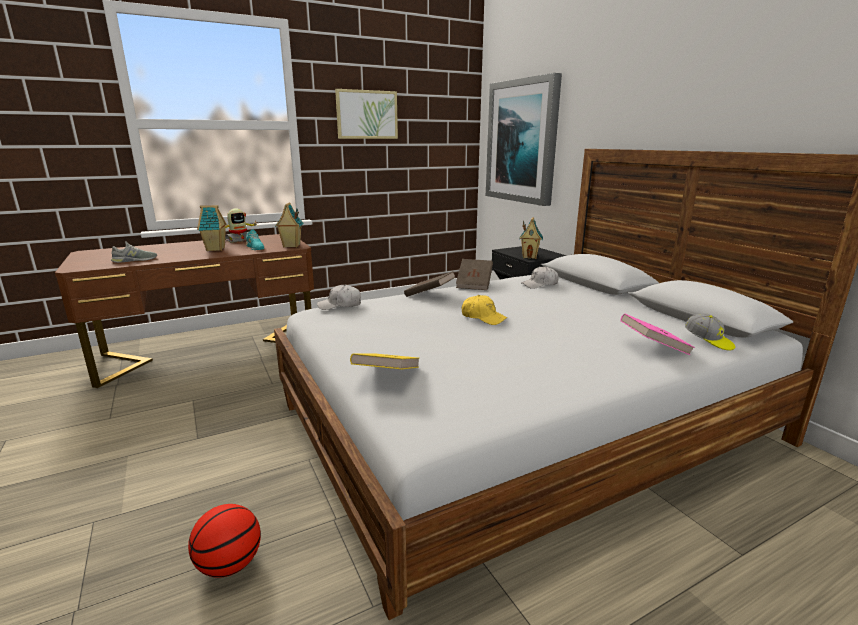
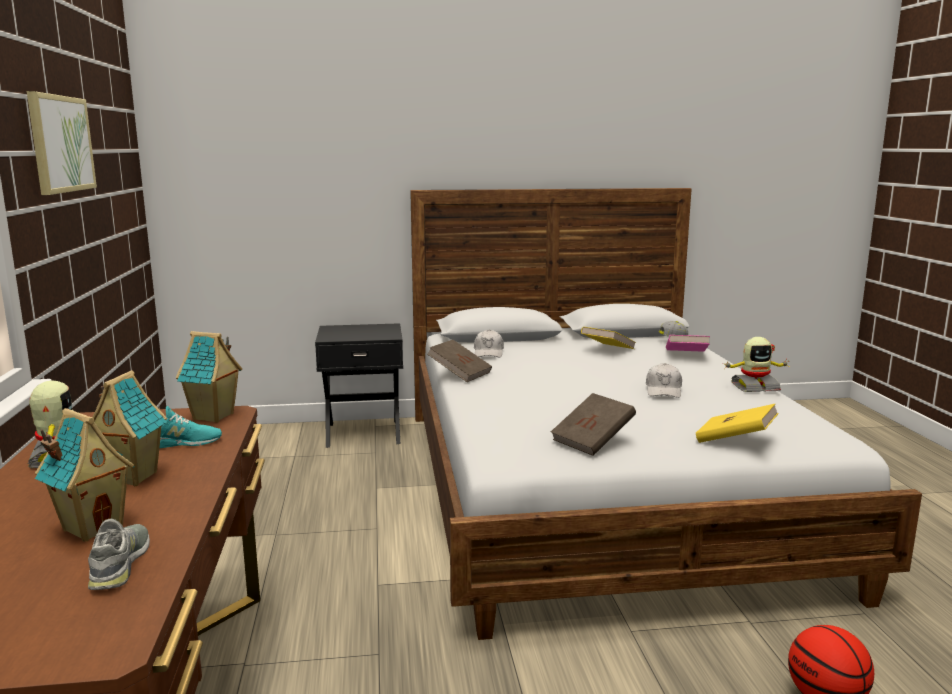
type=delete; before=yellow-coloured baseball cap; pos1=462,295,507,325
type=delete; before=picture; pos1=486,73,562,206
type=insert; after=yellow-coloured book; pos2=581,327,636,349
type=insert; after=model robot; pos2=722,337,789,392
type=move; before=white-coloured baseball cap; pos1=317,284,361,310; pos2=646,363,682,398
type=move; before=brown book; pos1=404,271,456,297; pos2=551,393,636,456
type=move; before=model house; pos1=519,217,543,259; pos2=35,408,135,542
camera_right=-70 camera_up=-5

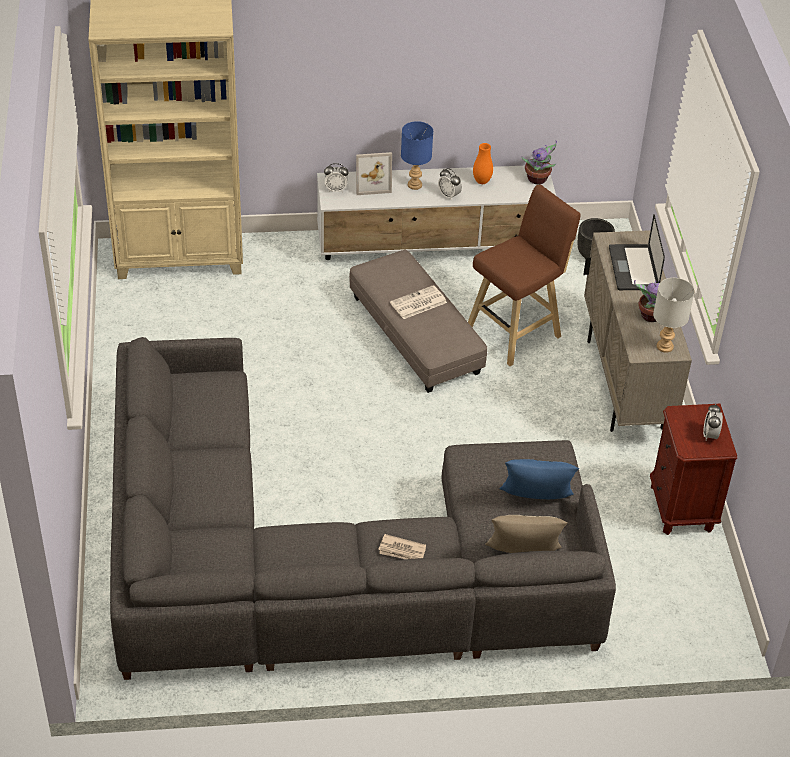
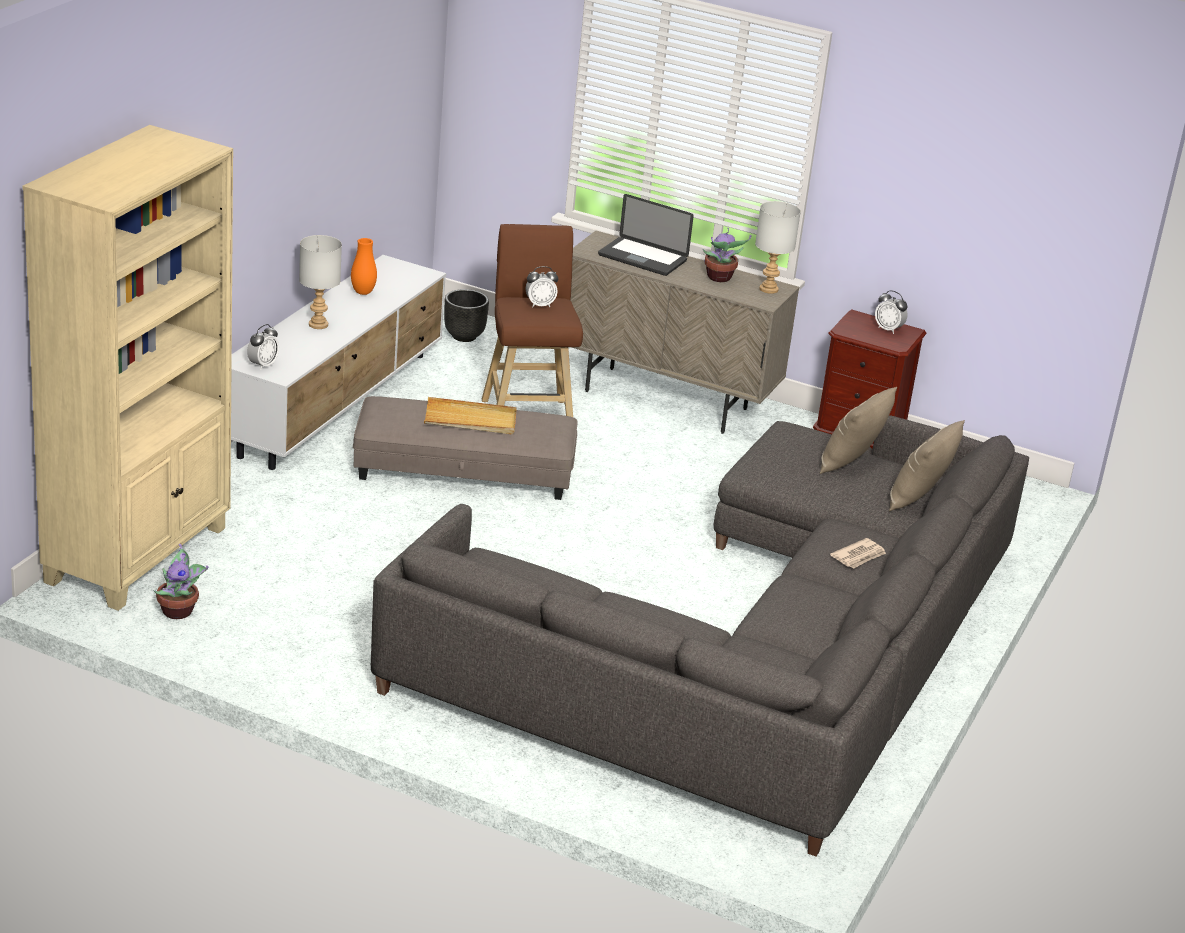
type=delete; before=picture frame; pos1=356,152,392,195
type=move; before=table clock; pos1=438,168,462,201; pos2=525,266,558,308
type=move; before=potted plant; pos1=522,140,557,185; pos2=153,543,208,619
type=replace; before=printed paper; after=sand-coloured tray; pos1=390,285,447,319; pos2=424,397,517,434
type=recolor; before=blue-coloured lamp for a table; after=greyish lamp for a table; pos1=401,121,433,190; pos2=299,235,342,329
type=recolor; before=blue-coloured pillow; after=sand-coloured pillow; pos1=500,459,579,499; pos2=820,387,897,474
camera_right=-60 camera_up=-15

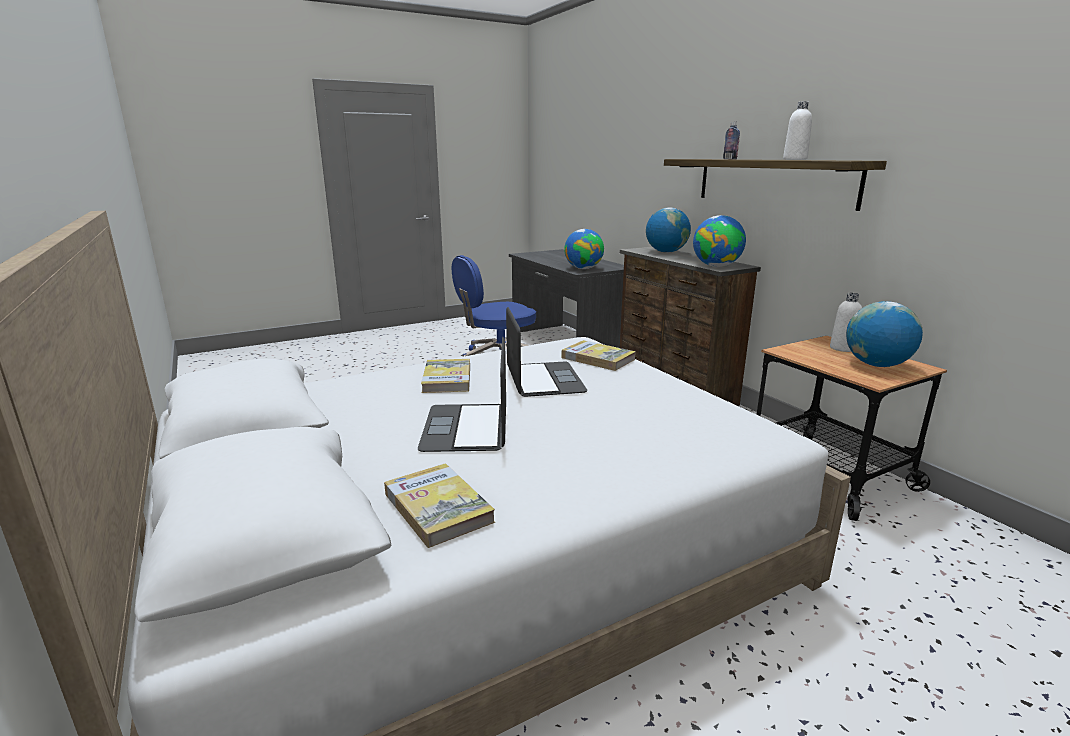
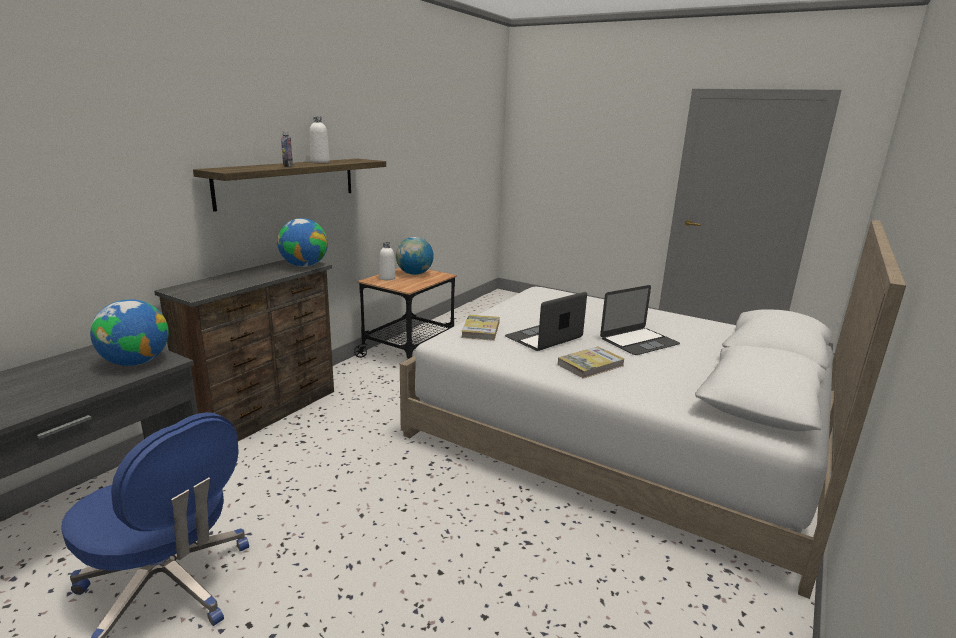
type=delete; before=book; pos1=384,463,495,548
type=delete; before=globe; pos1=646,207,691,253
camera_right=-120 camera_up=0

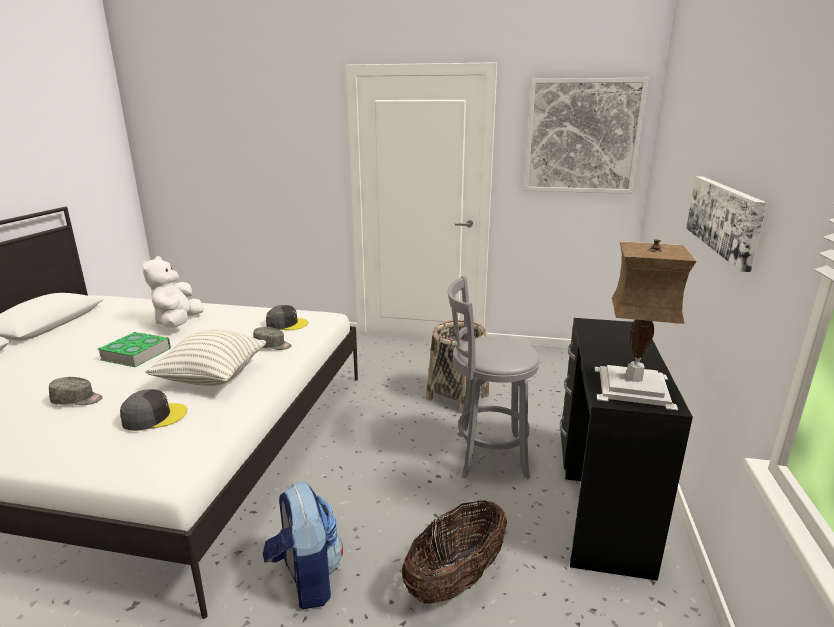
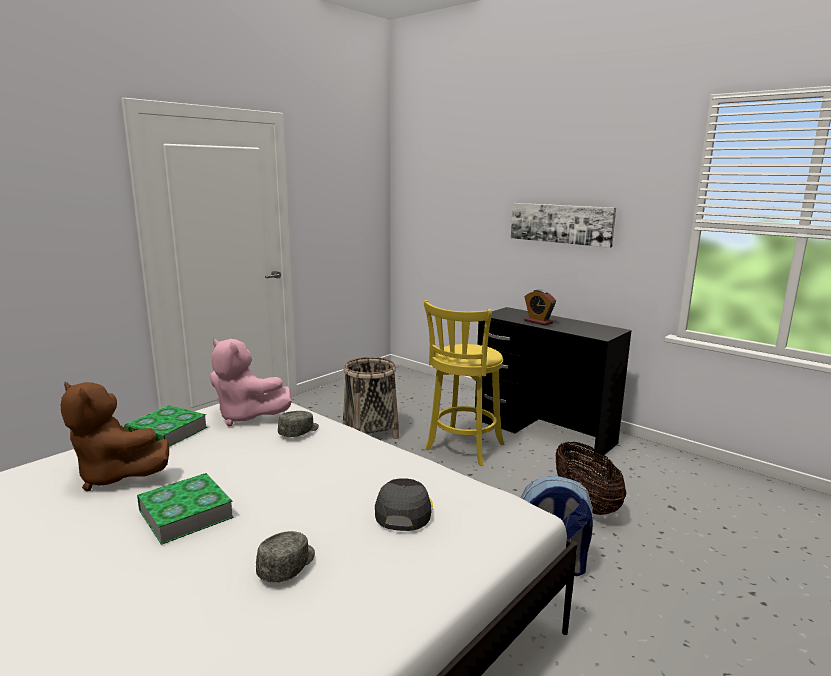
type=delete; before=pillow; pos1=145,329,266,386
type=delete; before=picture; pos1=524,78,648,194
type=delete; before=lamp for a table; pos1=594,239,697,411
type=insert; after=book; pos2=124,405,207,447
type=insert; after=table clock; pos2=524,290,556,325
type=replace; before=greyish baseball cap; after=pinkish cuddly toy; pos1=266,305,309,330; pos2=210,339,292,427
type=recolor; before=white-coloured cuddly toy; after=brown cuddly toy; pos1=142,256,204,328; pos2=61,382,169,491
type=recolor; before=greyish sitting stool; after=yellow-coloured sitting stool; pos1=448,276,540,479; pos2=424,300,504,466
camera_right=-60 camera_up=-5

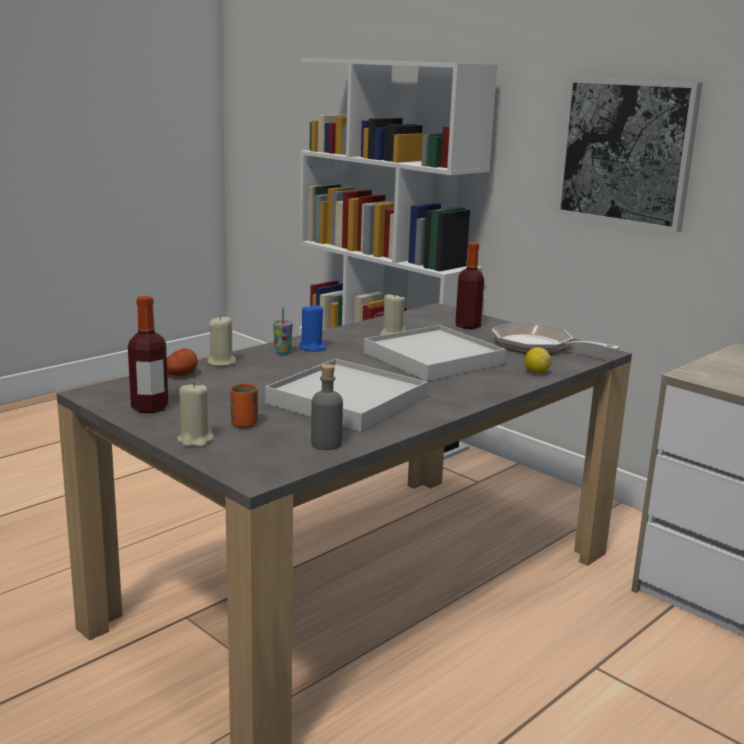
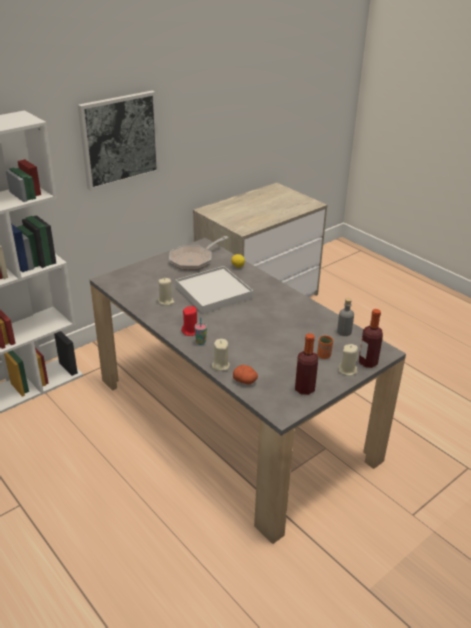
type=delete; before=white-coloured tray; pos1=265,359,427,432
type=move; before=drink bottle; pos1=455,242,484,329; pos2=359,309,383,368
type=recolor; before=blue-coloured wax light; after=reddish wax light; pos1=299,303,327,352; pos2=182,306,197,336
camera_right=-85 camera_up=15

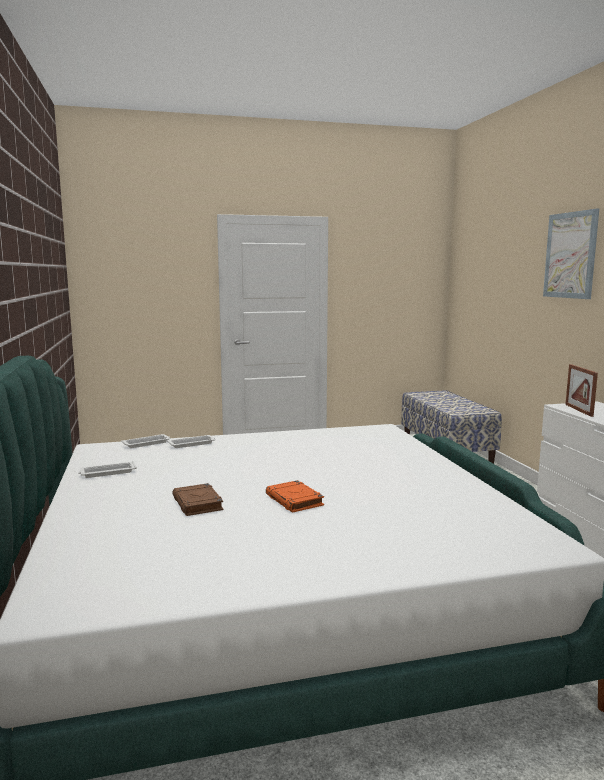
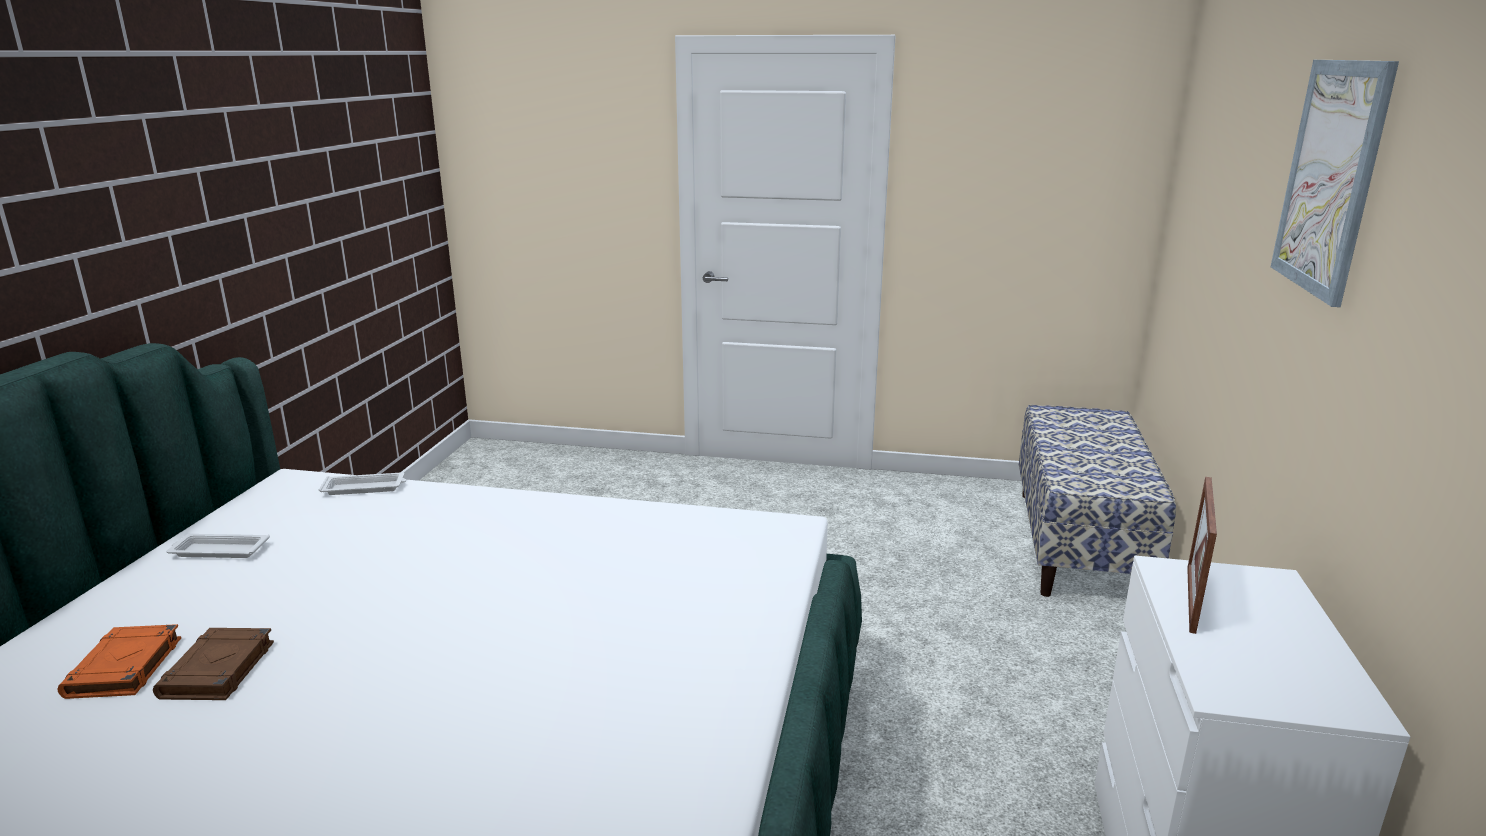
type=delete; before=white-coloured tray; pos1=167,435,216,448
type=move; before=orange book; pos1=266,480,324,513; pos2=58,624,181,699
camera_right=25 camera_up=10

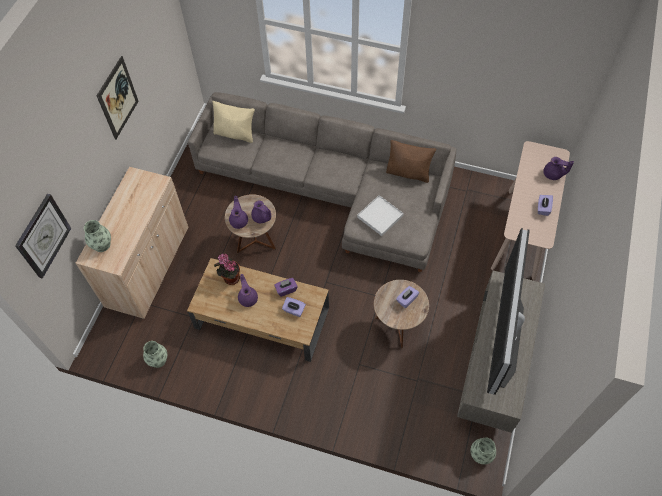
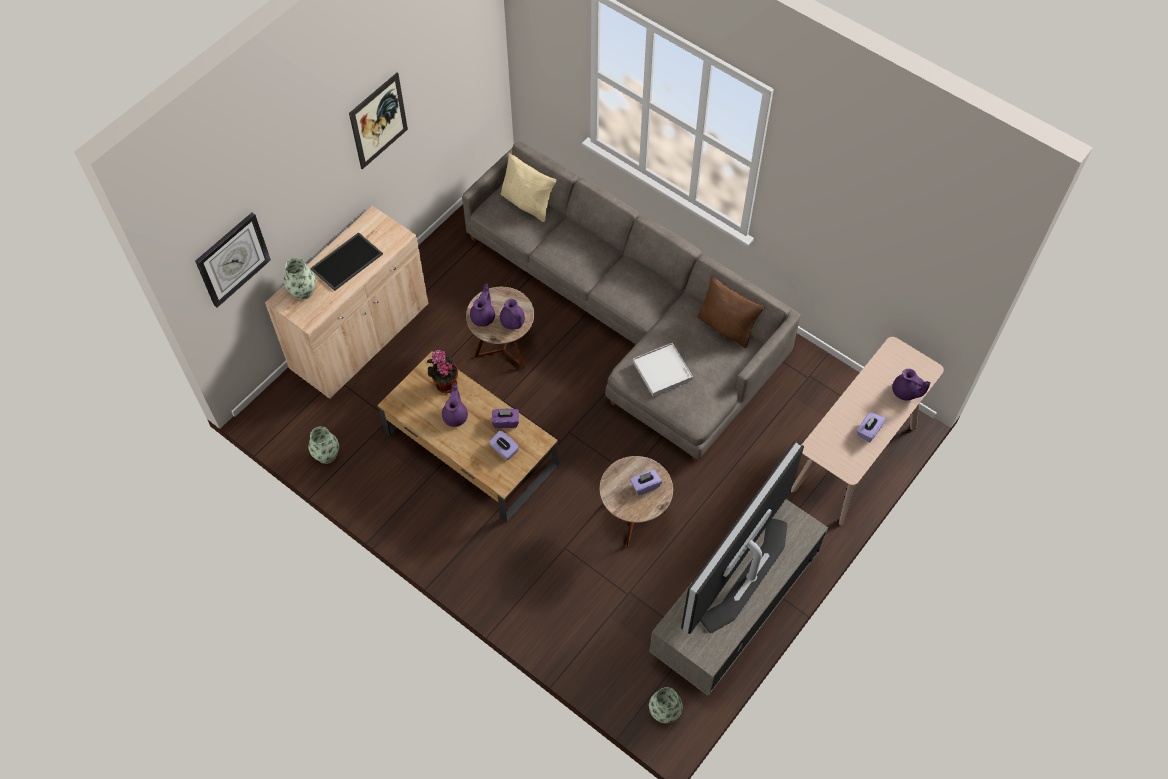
type=insert; after=tray; pos2=310,232,383,291
camera_right=20 camera_up=0

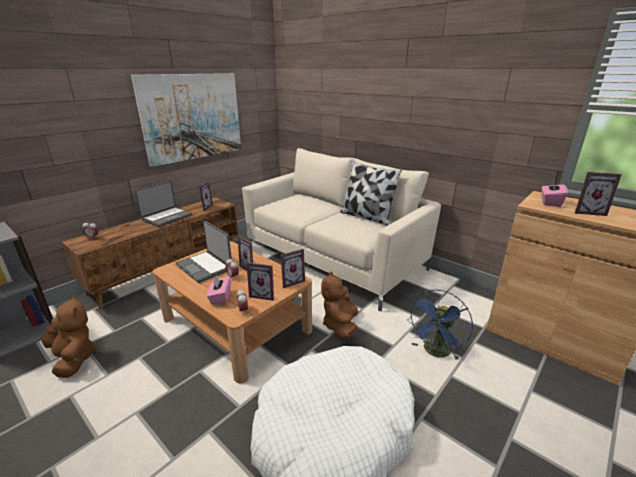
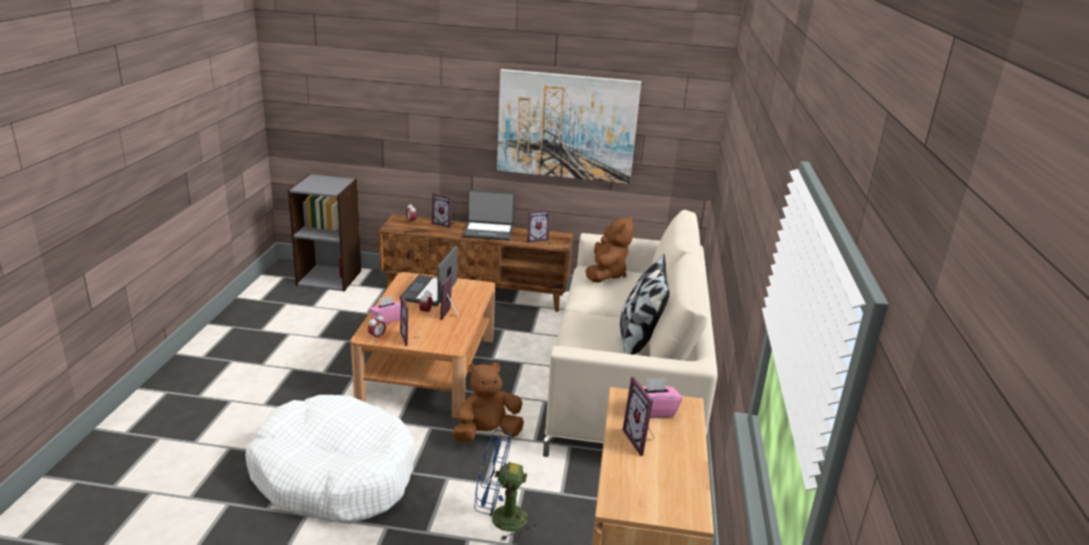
type=move; before=brown cuddly toy; pos1=41,296,96,378; pos2=586,216,634,282
type=move; before=picture frame; pos1=281,249,305,288; pos2=432,193,451,228
camera_right=55 camera_up=0

